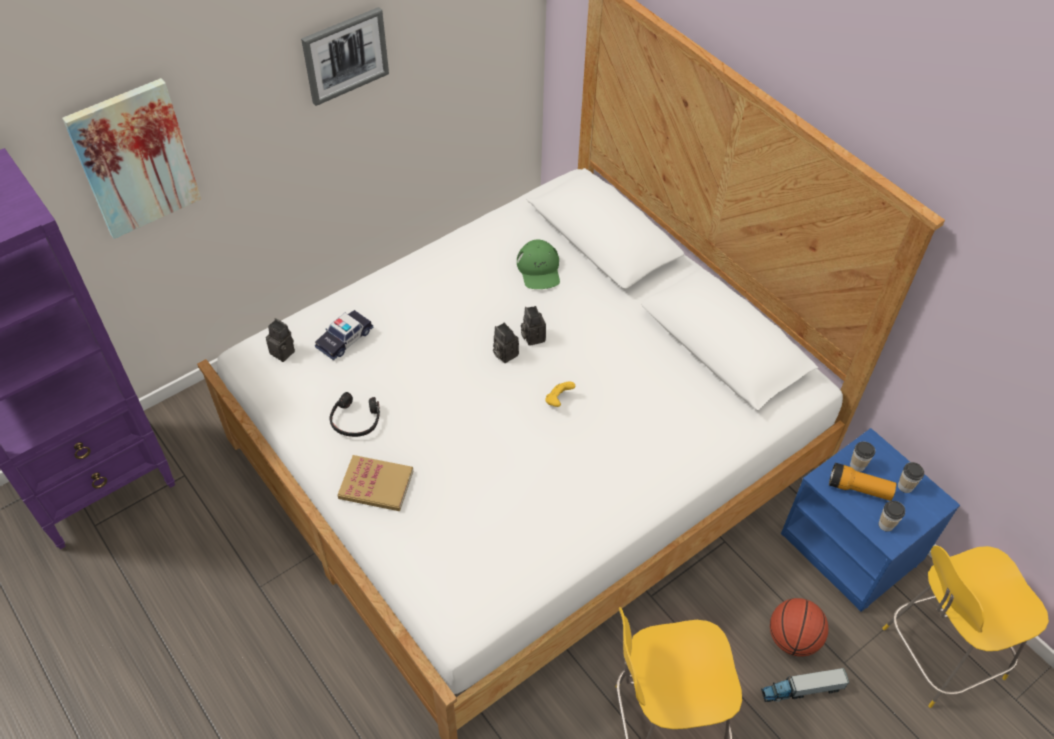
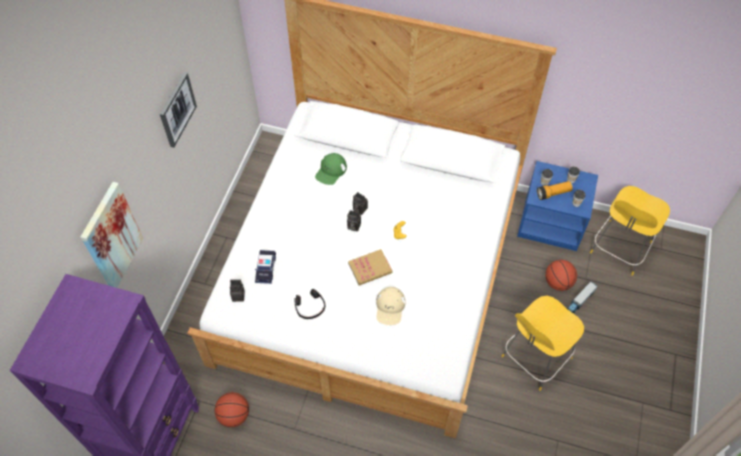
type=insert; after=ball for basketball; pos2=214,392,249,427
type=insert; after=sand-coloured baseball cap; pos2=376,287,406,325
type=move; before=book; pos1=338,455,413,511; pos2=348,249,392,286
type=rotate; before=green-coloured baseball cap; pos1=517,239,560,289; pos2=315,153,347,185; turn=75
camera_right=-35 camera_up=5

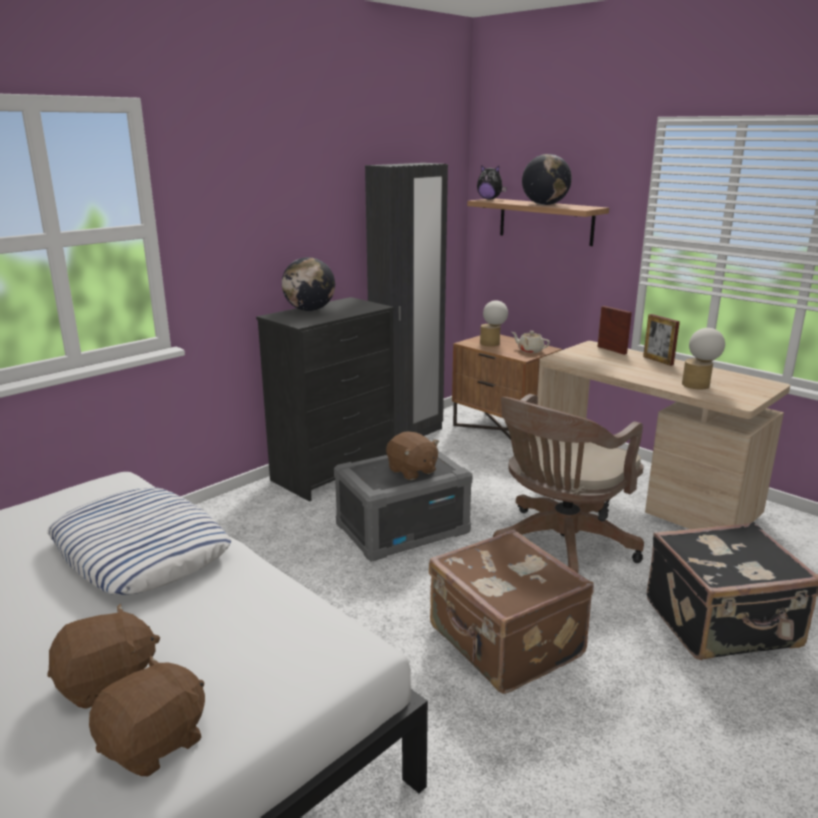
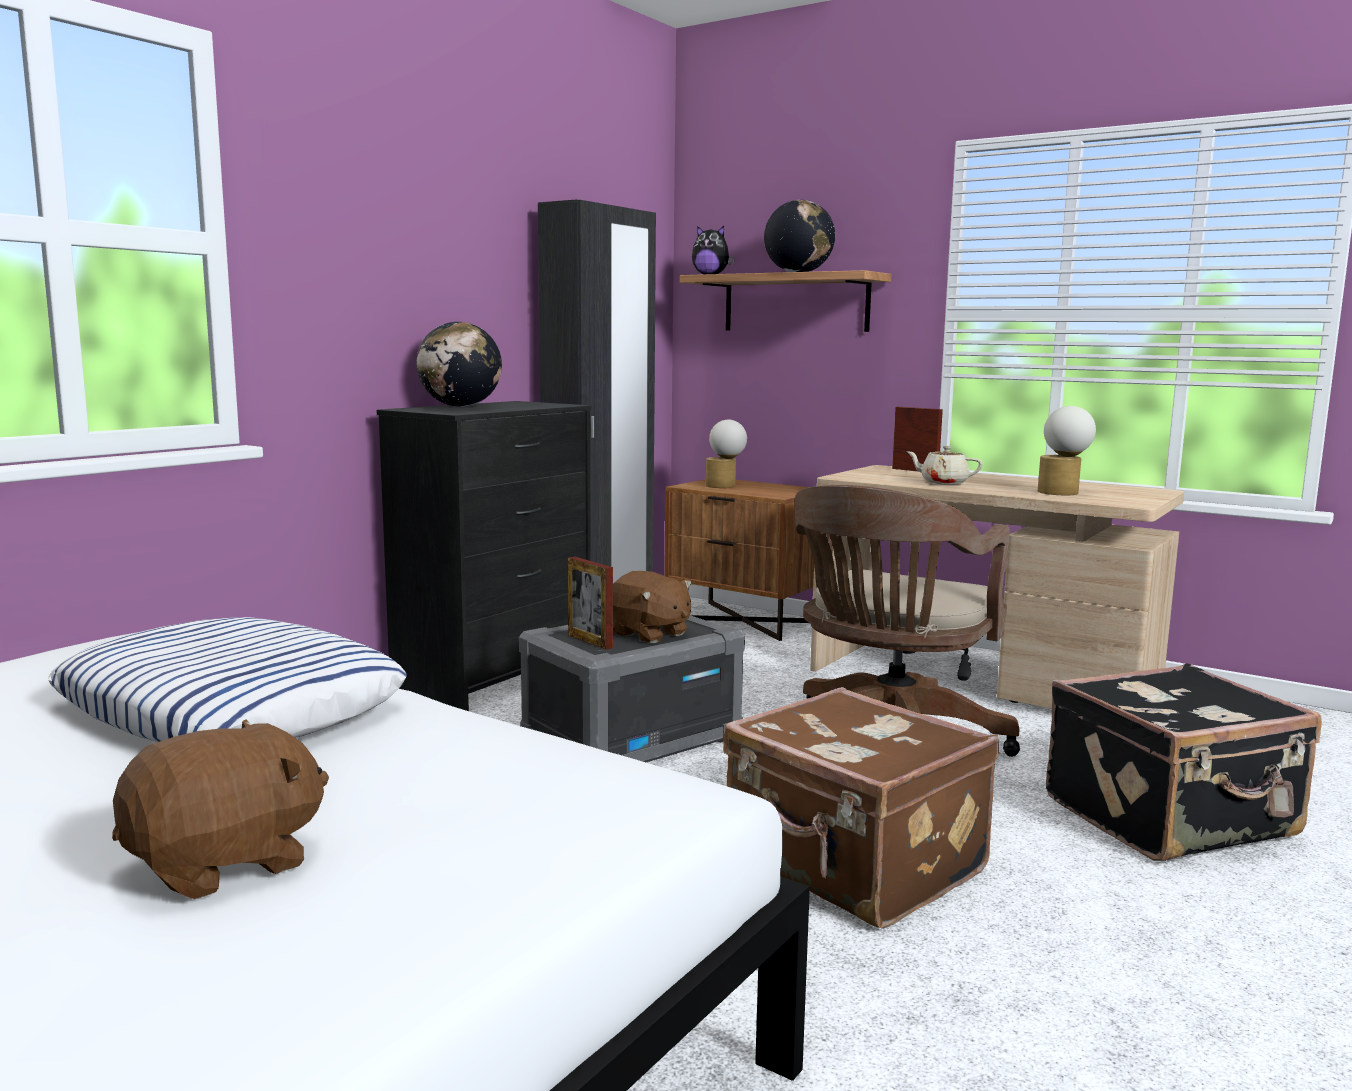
type=delete; before=brown cuddly toy; pos1=89,655,205,776
type=move; before=sand-coloured tea pot; pos1=512,331,550,353; pos2=906,446,983,485
type=move; before=picture frame; pos1=643,314,680,366; pos2=568,557,613,650
camera_right=-10 camera_up=-10

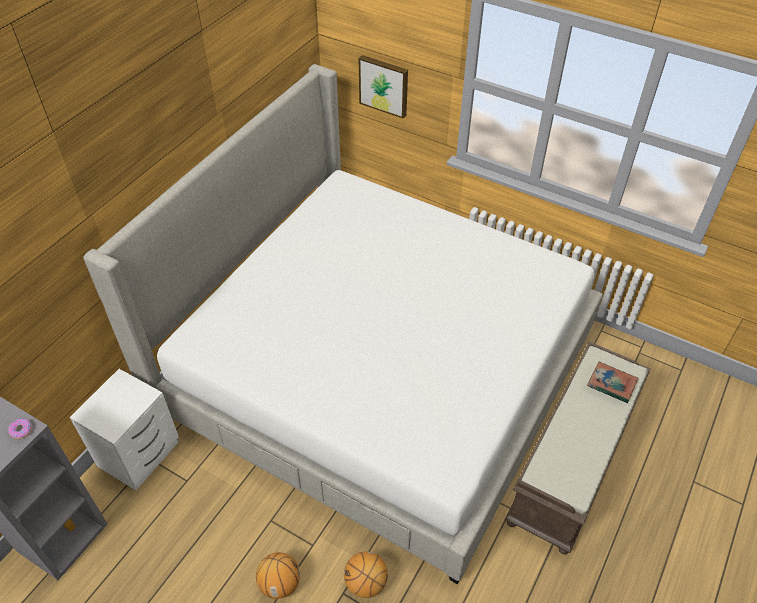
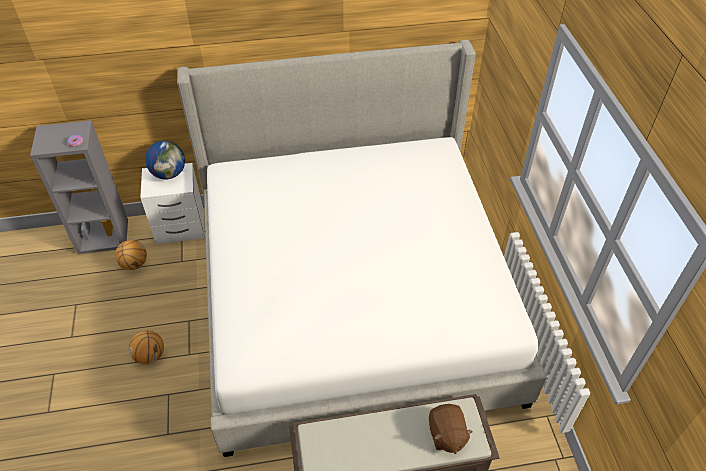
type=delete; before=picture; pos1=359,55,408,119
type=insert; after=globe; pos2=145,141,185,179
type=move; before=ball for basketball; pos1=344,551,388,598; pos2=115,240,147,270
type=replace; before=book; after=brown cuddly toy; pos1=587,362,639,403; pos2=429,404,473,454
camera_right=50 camera_up=0

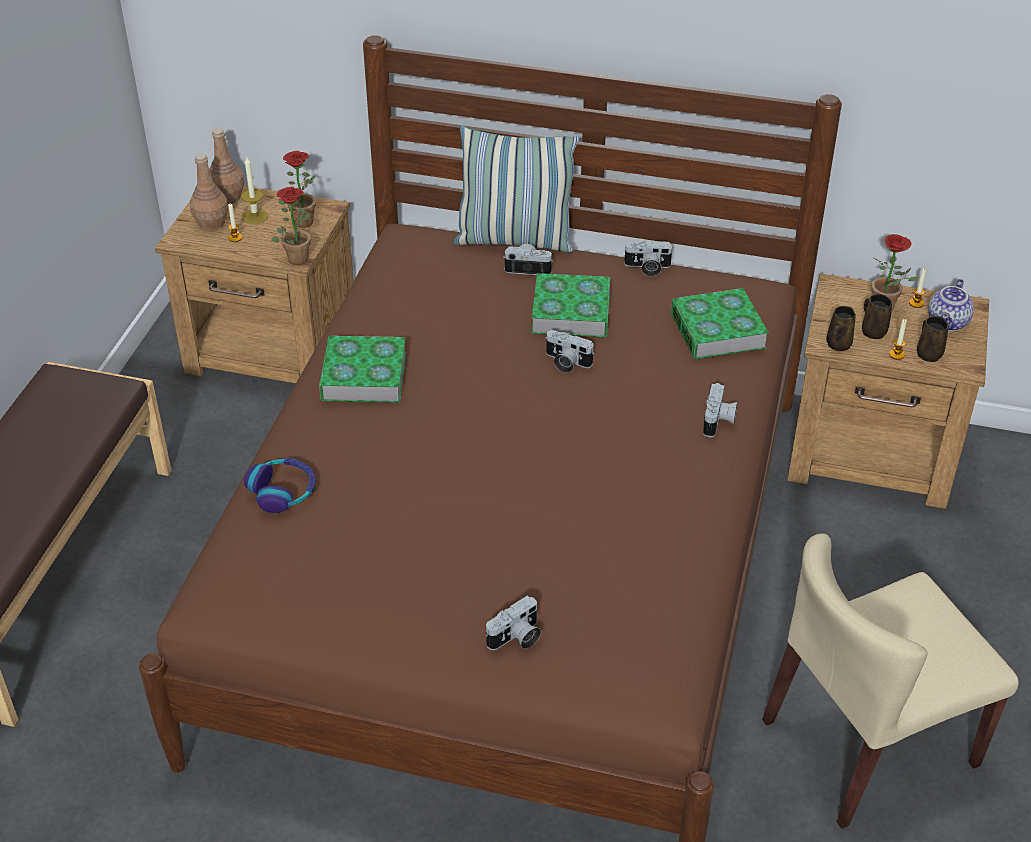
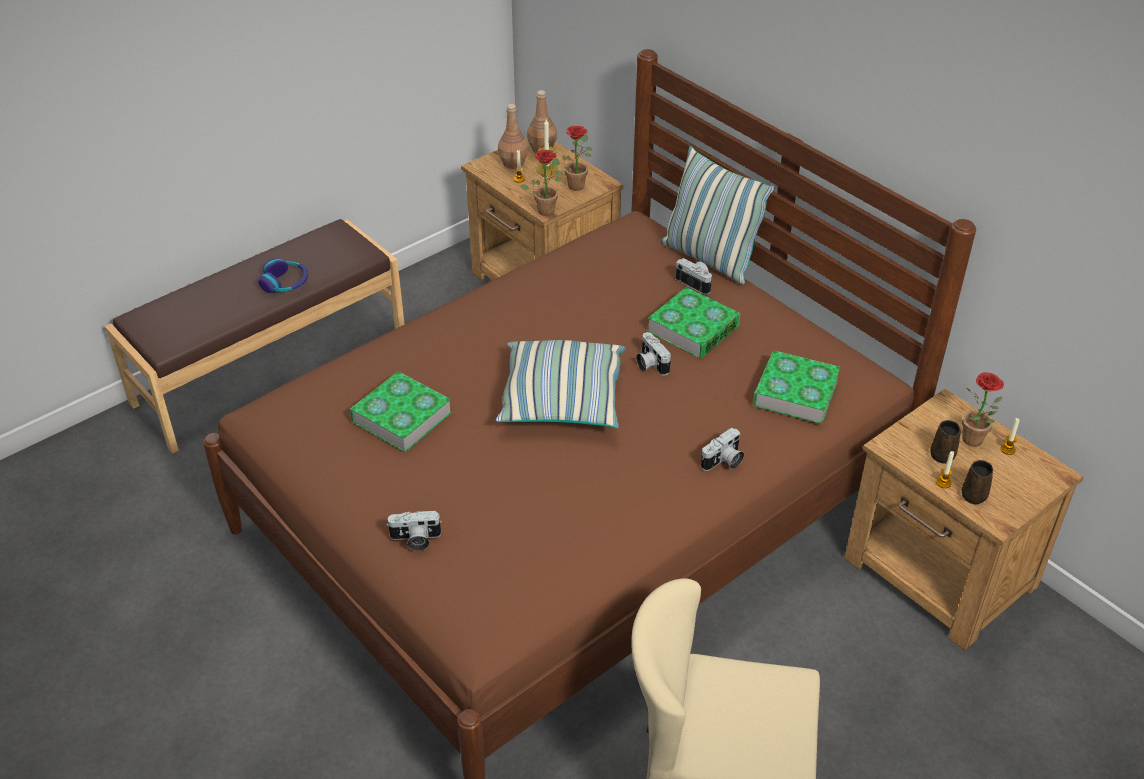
type=delete; before=photo camera; pos1=623,240,674,276
type=delete; before=brown mug; pos1=827,306,856,351
type=delete; before=tea pot; pos1=928,279,974,331
type=insert; after=pillow; pos2=496,340,626,428
type=move; before=headphones; pos1=244,458,316,513; pos2=258,258,308,293
type=move; before=book; pos1=319,336,406,403; pos2=350,371,452,452
camera_right=35 camera_up=0

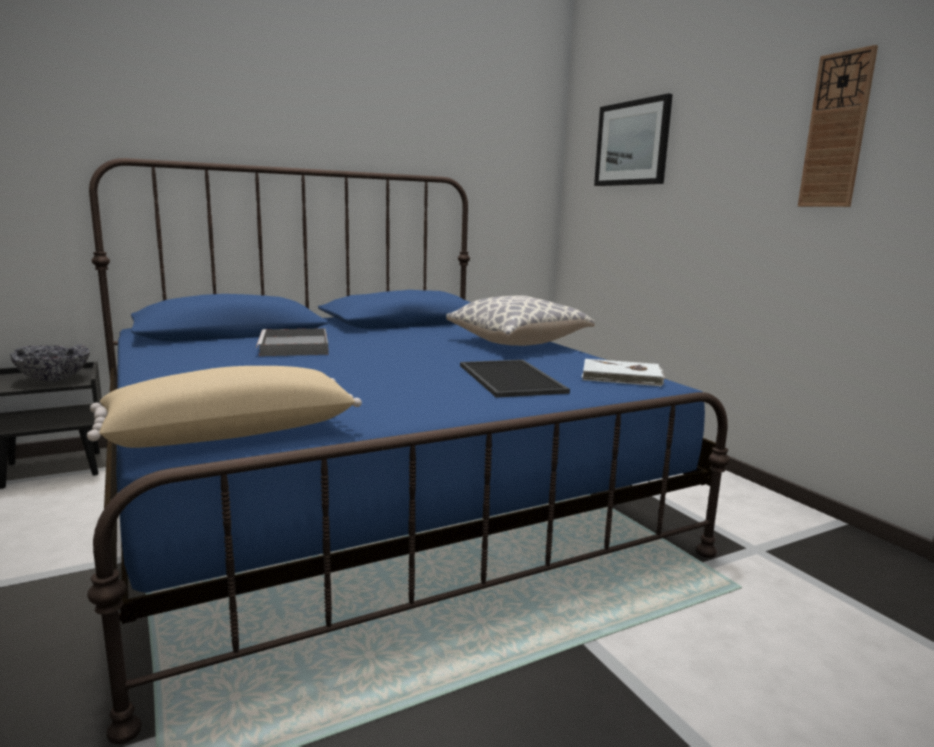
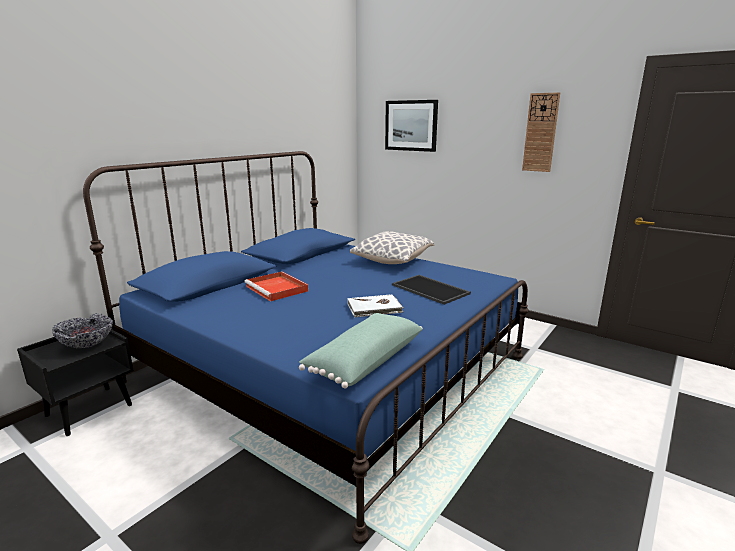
type=move; before=white-coloured book; pos1=581,359,666,386; pos2=347,294,403,317
type=recolor; before=sand-coloured pillow; after=green-coloured pillow; pos1=87,366,362,448; pos2=299,313,423,388
type=recolor; before=greyish tray; after=reddish tray; pos1=256,328,329,356; pos2=244,271,308,302
camera_right=-25 camera_up=5

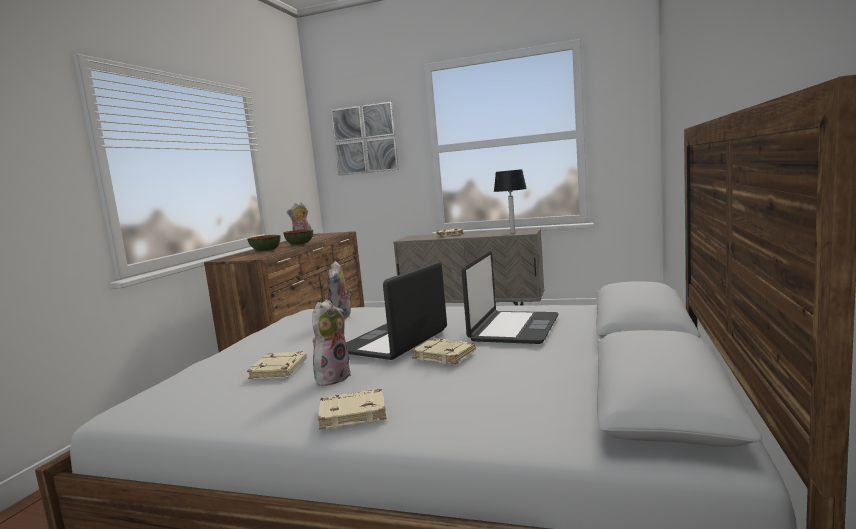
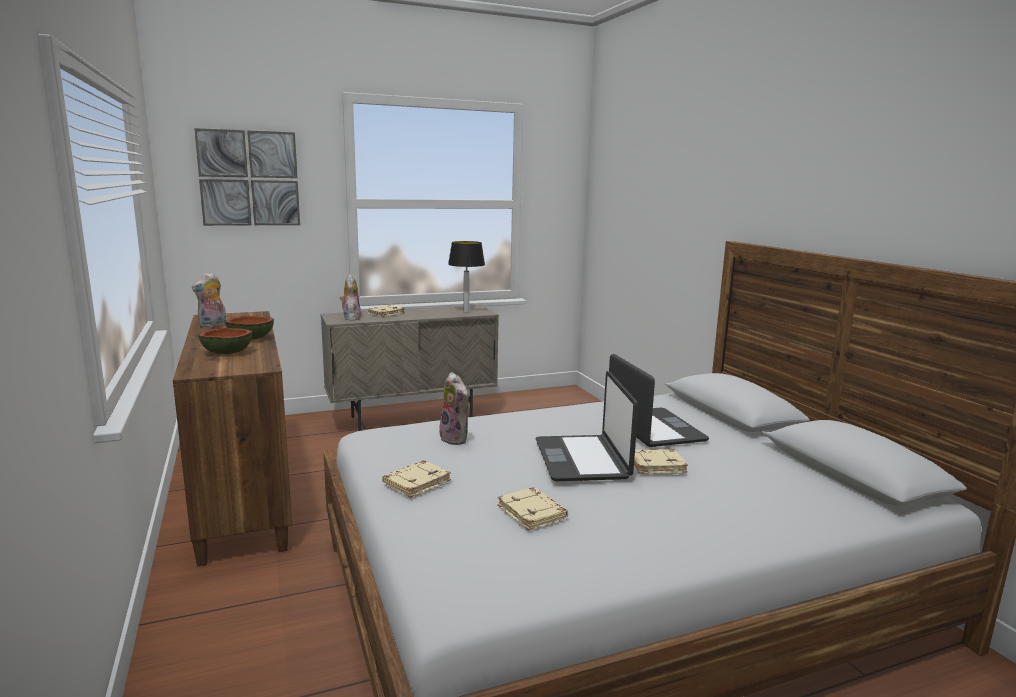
type=move; before=cuddly toy; pos1=312,300,352,386; pos2=340,274,361,321
type=move; before=sand-coloured book; pos1=318,389,386,429; pos2=382,461,451,498
camera_right=-40 camera_up=5

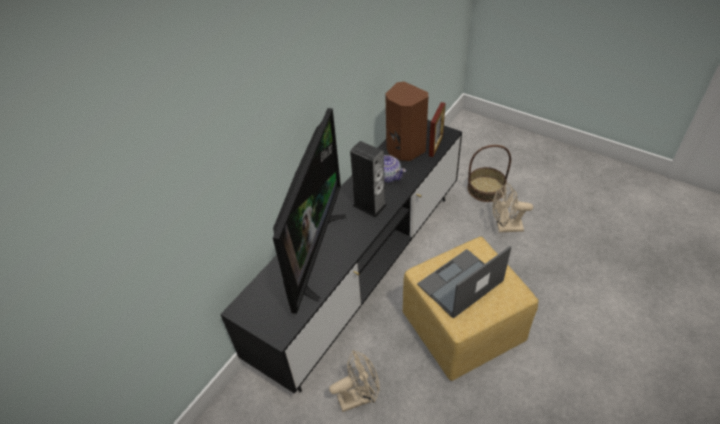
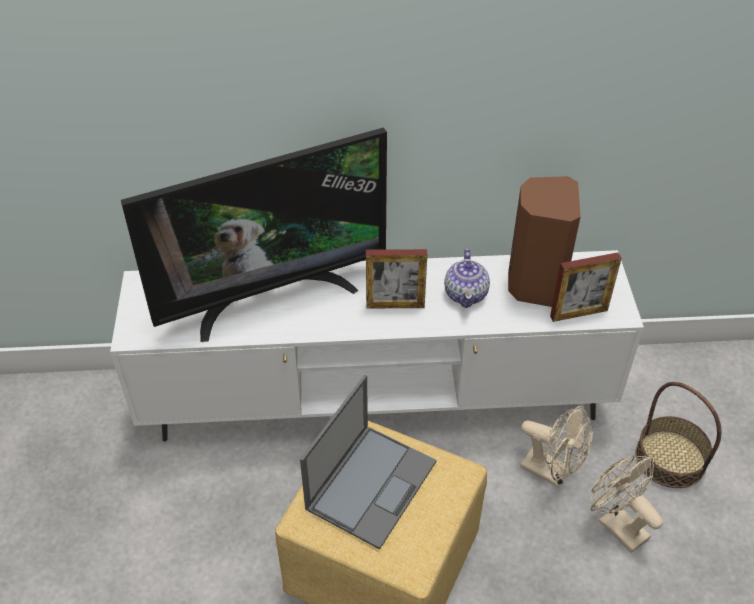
type=move; before=sand-coloured cooling fan; pos1=329,350,380,412; pos2=520,406,593,488
type=replace; before=loudspeaker; after=picture frame; pos1=350,141,387,218; pos2=366,249,427,308
type=recolor; before=black tv stand; after=white-coloured tv stand; pos1=220,120,462,394; pos2=110,250,644,441
type=rotate; before=portable computer; pos1=417,246,511,319; pos2=300,375,437,549; turn=105
camera_right=50 camera_up=0

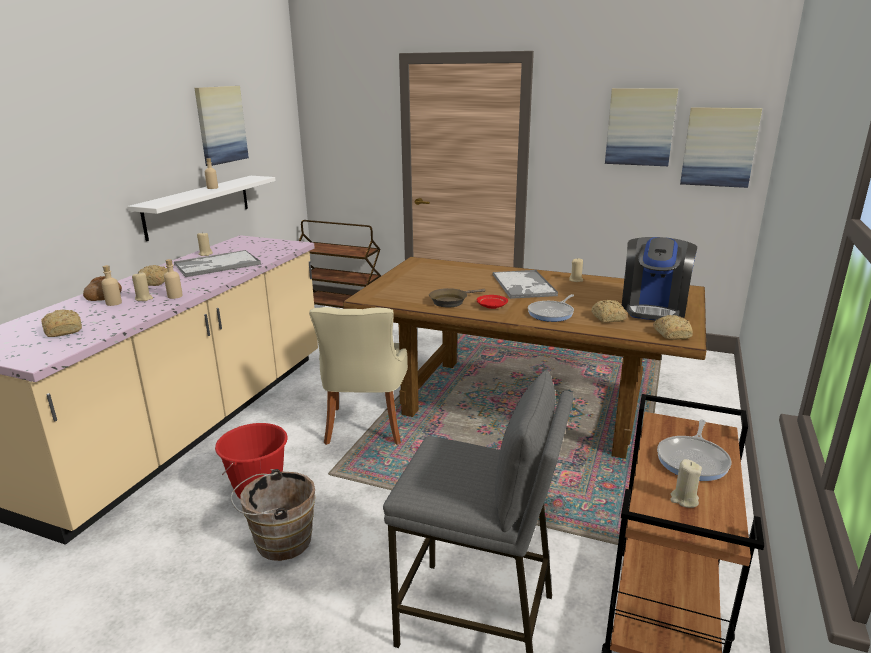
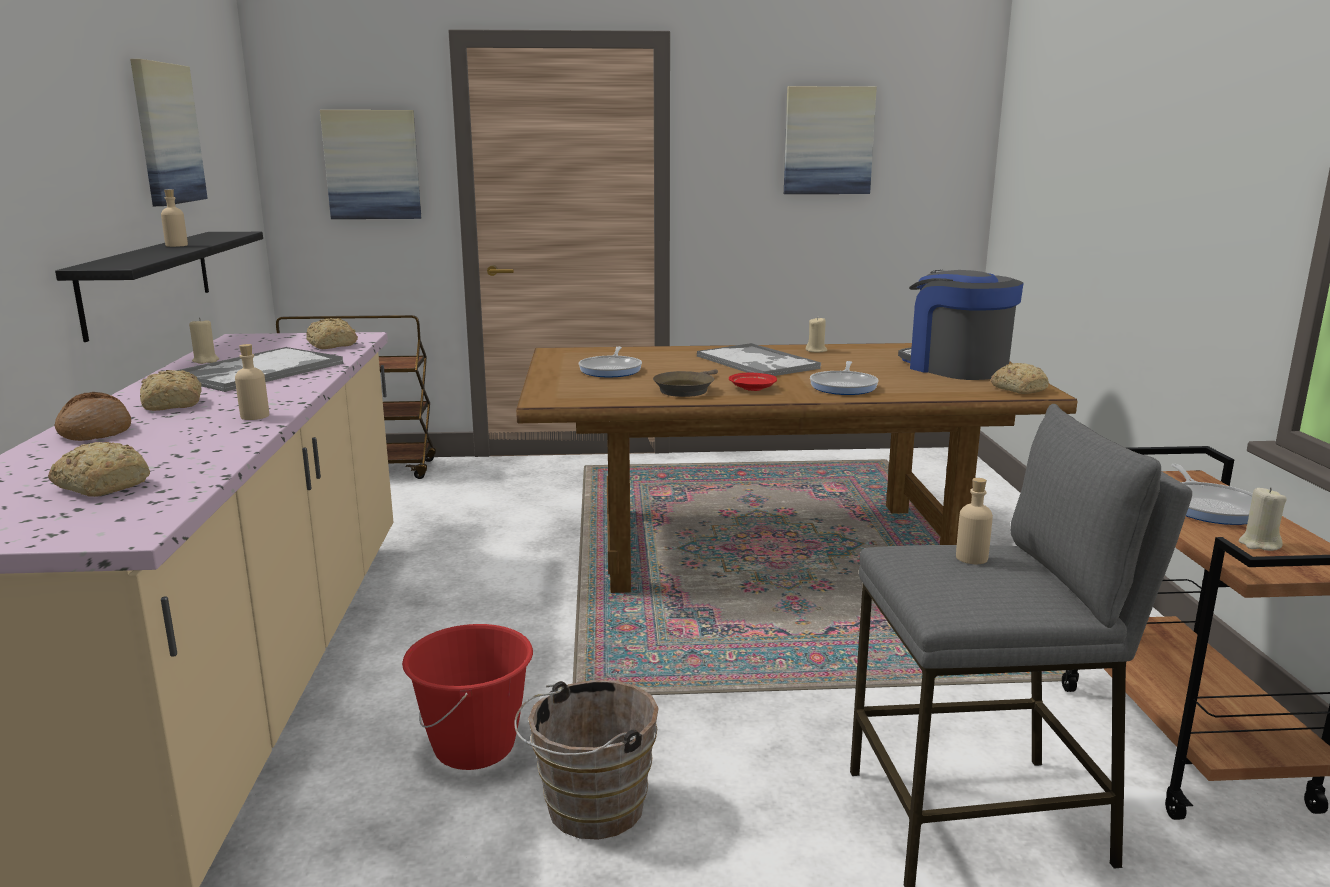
type=delete; before=sand-coloured wax light; pos1=132,272,153,301
type=delete; before=sand-coloured upright chair; pos1=309,307,408,445
type=insert; after=pan; pos2=579,347,642,377
type=move; before=sand-coloured drink bottle; pos1=101,265,122,306; pos2=956,478,993,564
type=move; before=baked bread; pos1=591,300,628,323; pos2=306,318,358,349
type=move; before=picture; pos1=680,107,762,188; pos2=320,110,421,219
type=recolor; before=white-coloured wall shelf; after=black wall shelf; pos1=127,176,276,241; pos2=55,232,263,342
type=rotate; before=coffee machine; pos1=622,237,697,321; pos2=898,270,1024,380; turn=150
camera_right=-25 camera_up=-5

